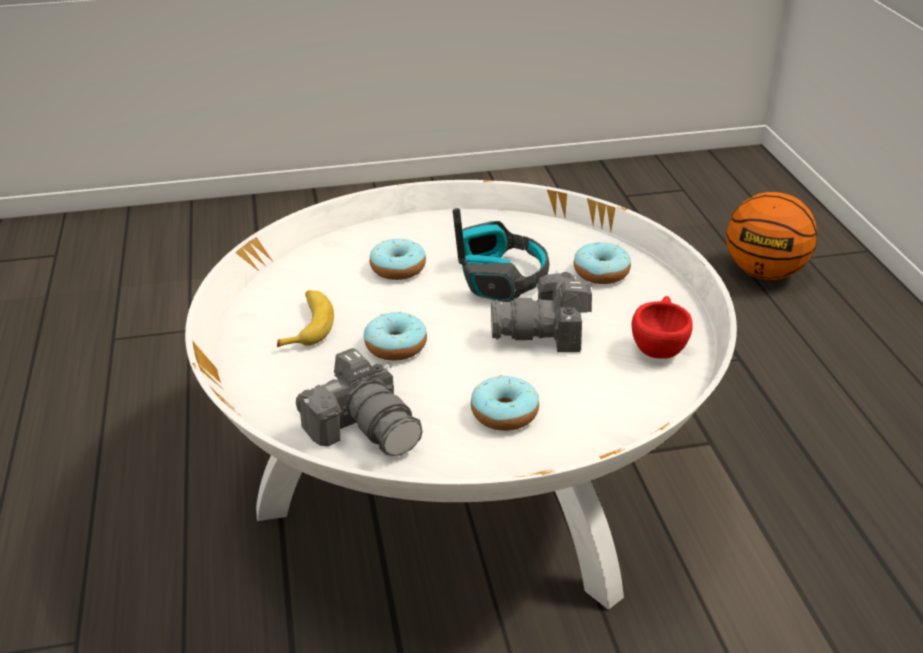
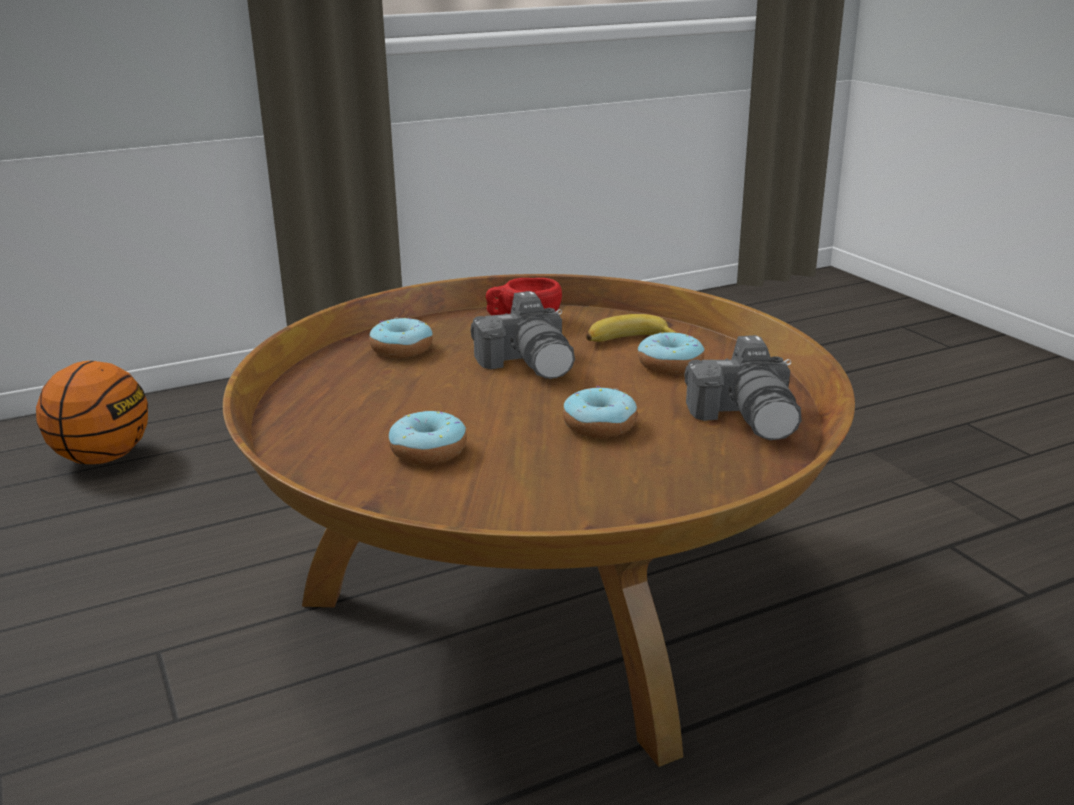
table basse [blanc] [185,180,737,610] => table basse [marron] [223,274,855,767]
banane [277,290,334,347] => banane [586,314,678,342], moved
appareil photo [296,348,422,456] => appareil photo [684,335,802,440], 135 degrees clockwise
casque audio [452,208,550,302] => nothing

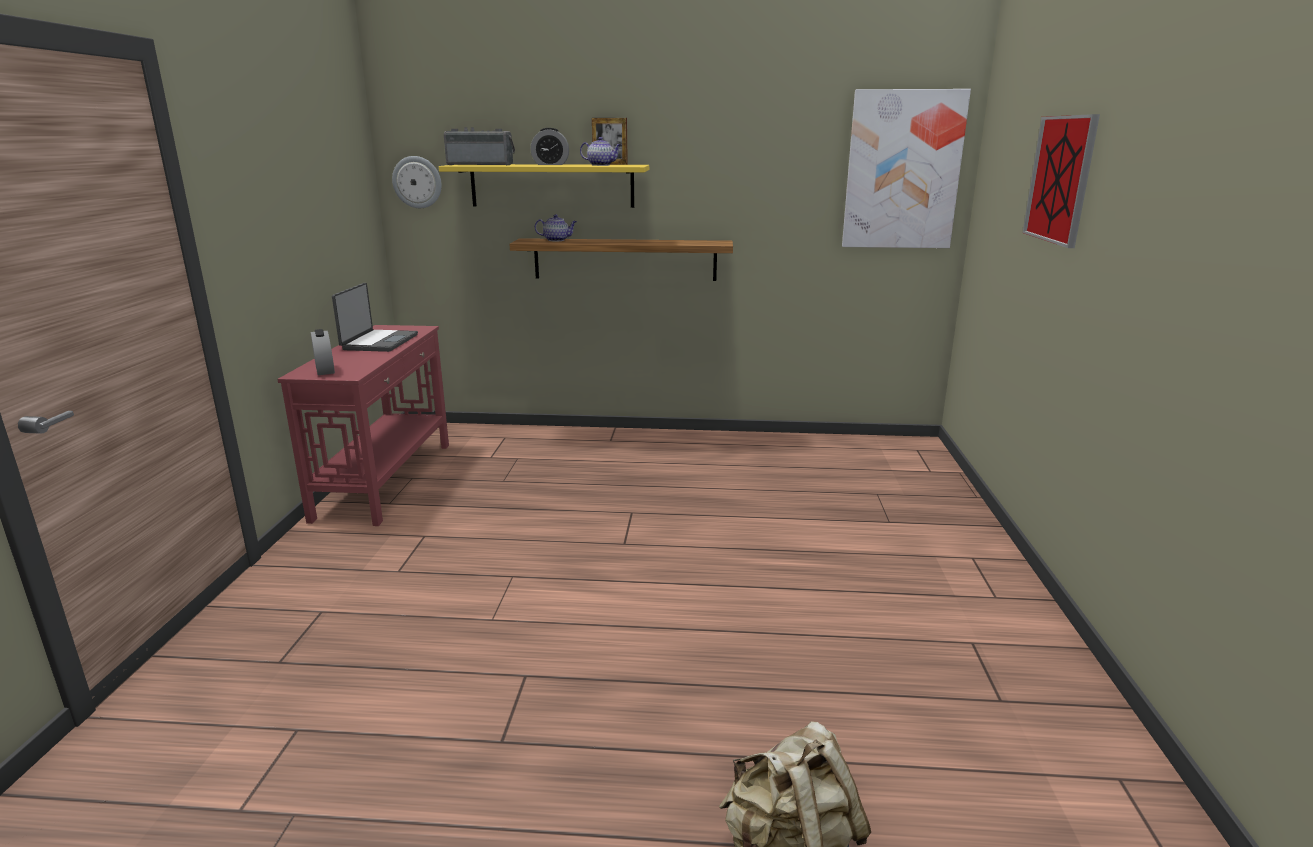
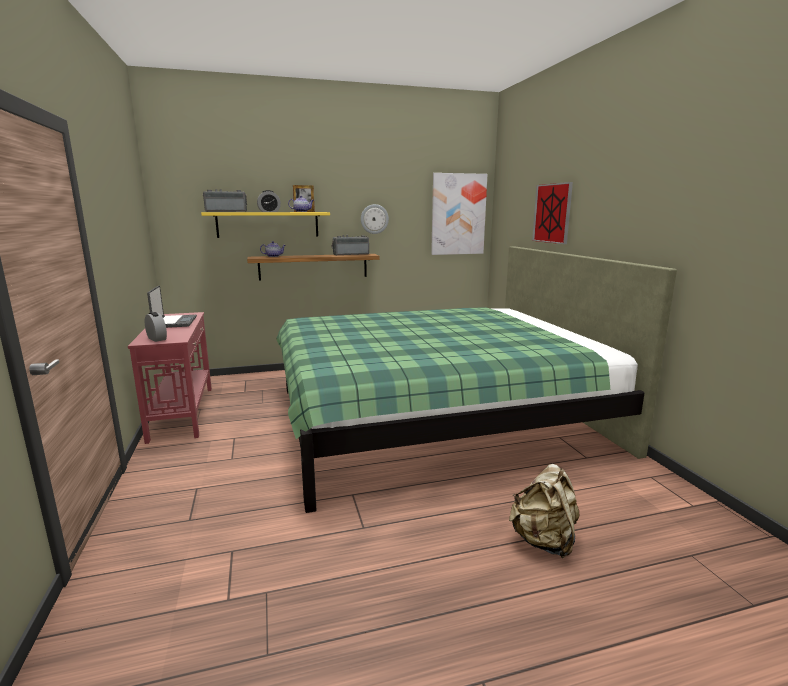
horloge murale [392,156,442,208] => horloge murale [361,204,389,234], moved
nothing => lit [vert] [277,246,677,513]
nothing => radio [331,235,369,256]

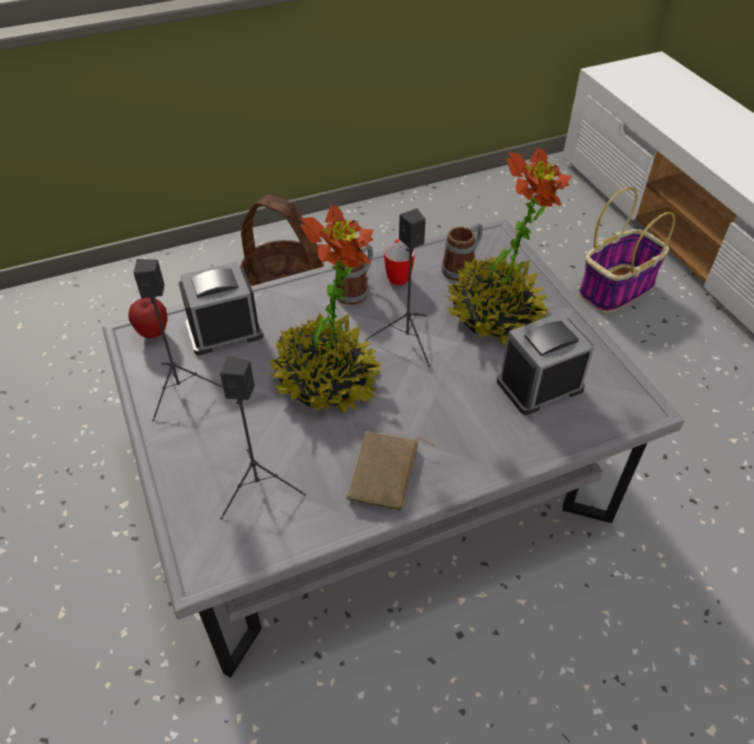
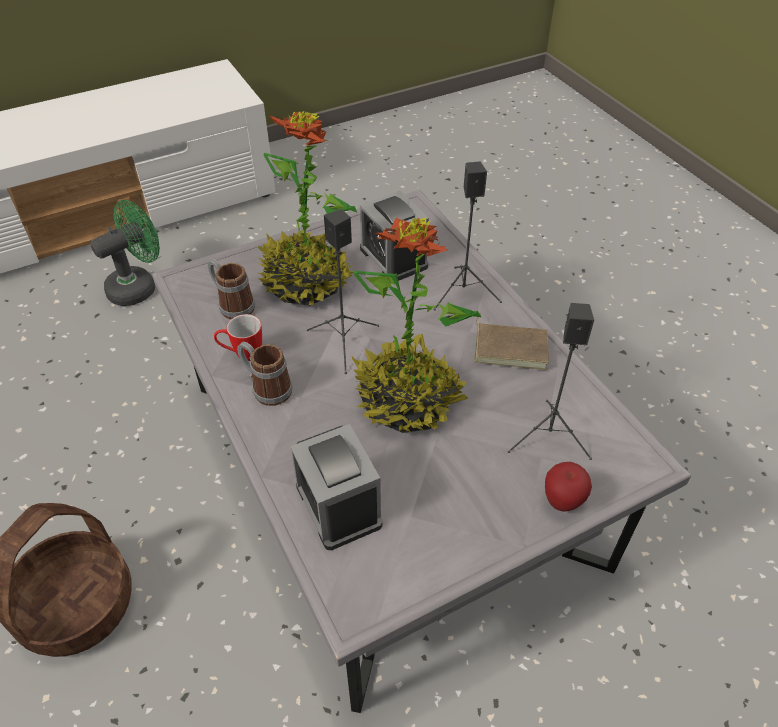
pomme [128,298,168,339] => pomme [545,462,592,512], moved
enceinte [noir] [134,259,223,422] => enceinte [noir] [434,161,502,310], moved
panier [579,187,675,313] => ventilateur [vert] [91,200,160,306]

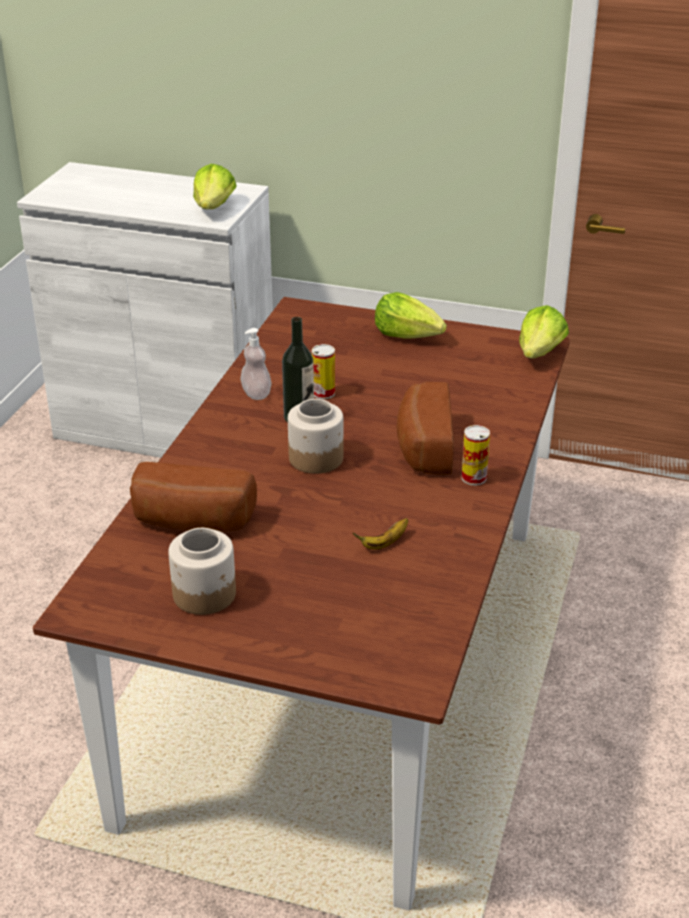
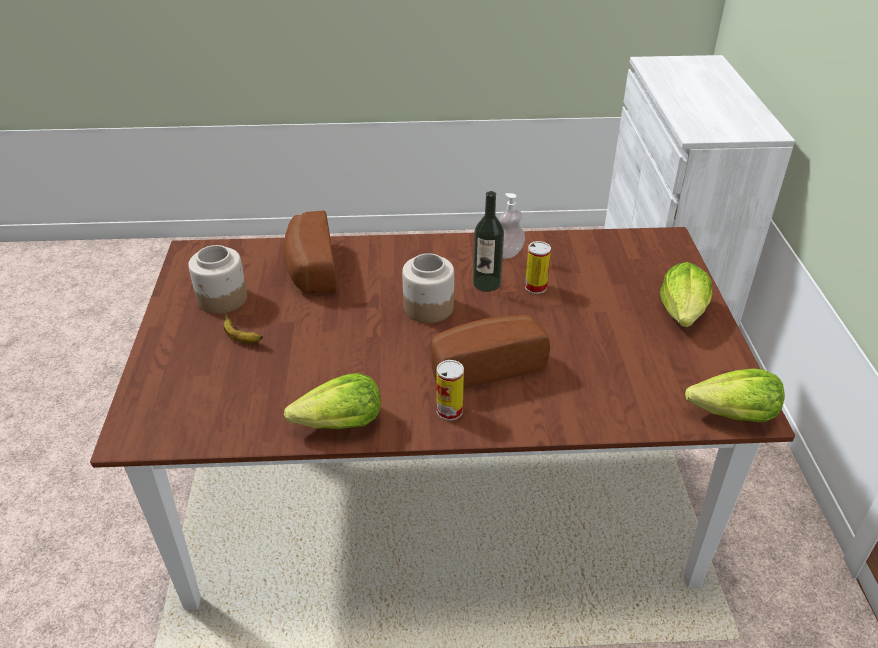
laitue [193,164,237,209] => laitue [284,373,381,429], moved
banane [353,518,408,549] => banane [223,310,263,343], moved

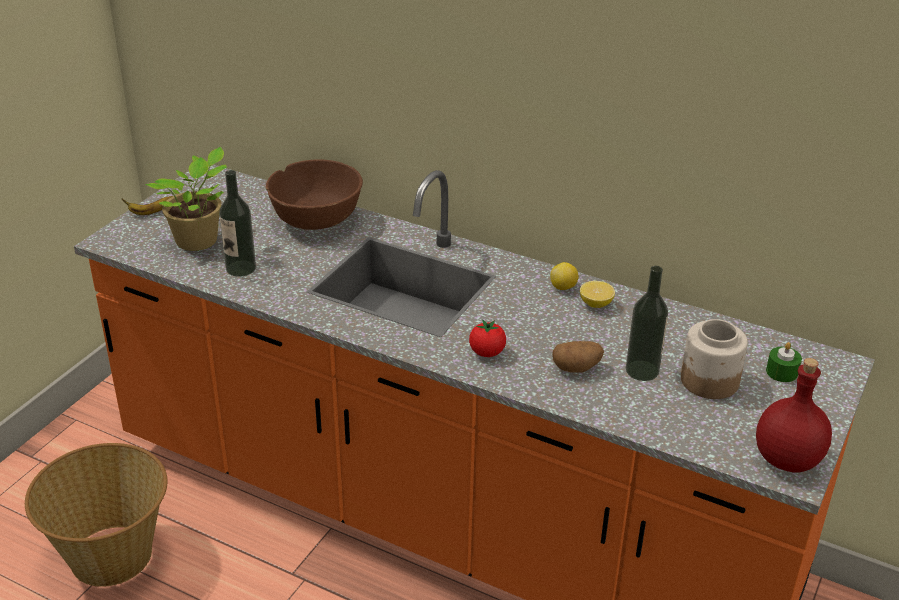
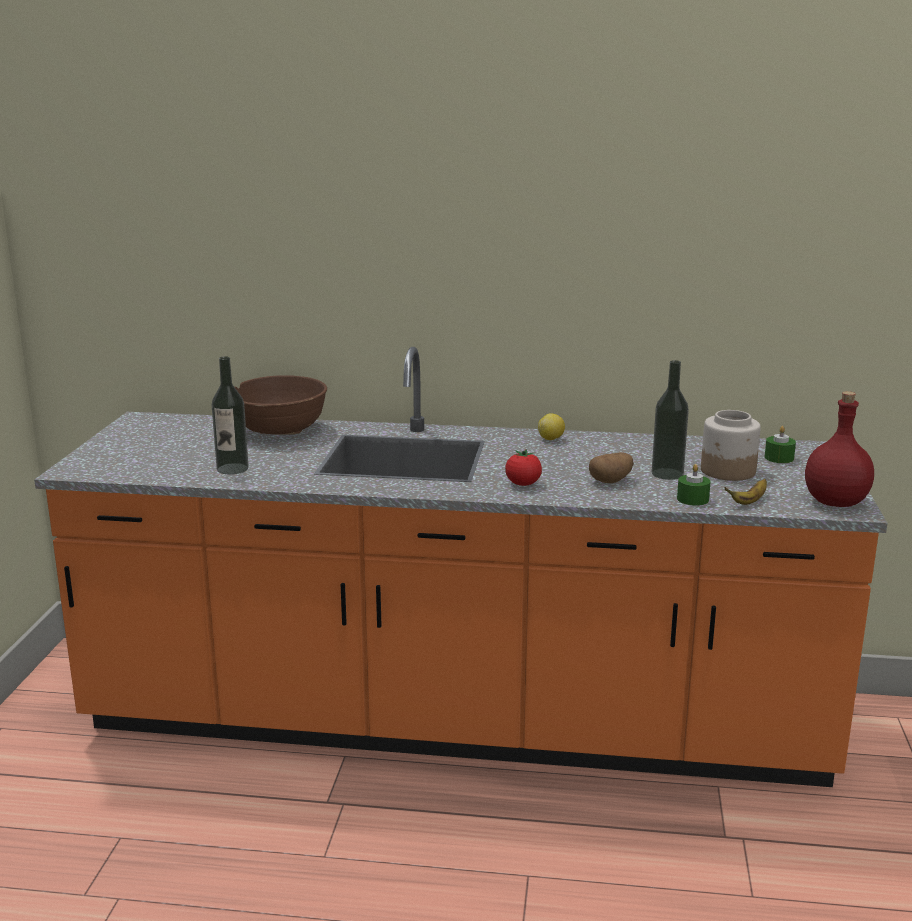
panier [25,443,167,587] => nothing
banane [122,196,173,215] => banane [724,479,767,505], moved
plante en pot [145,147,227,251] => nothing
citron [580,281,615,308] => nothing
nothing => bougie [vert] [677,464,711,506]

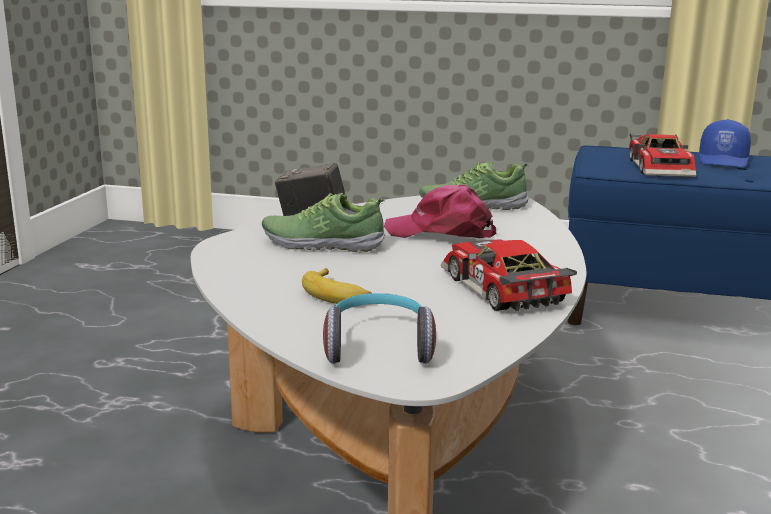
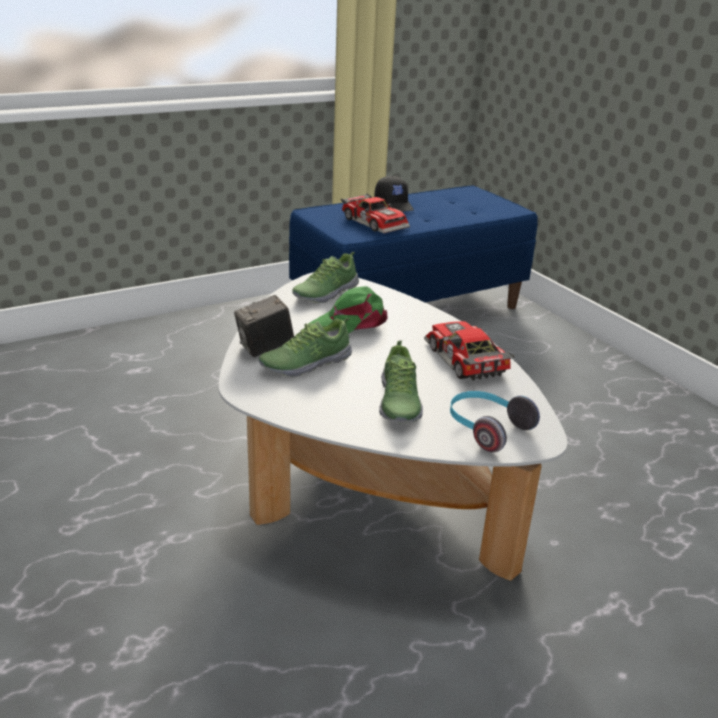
banane [302,268,372,304] => chaussure [379,340,423,423]
casquette [rose] [384,184,496,238] => casquette [vert] [308,286,388,334]
petite voiture [441,239,577,311] => petite voiture [424,321,515,380], 45 degrees clockwise
casquette [bleu] [699,119,751,168] => casquette [noir] [374,176,414,212]

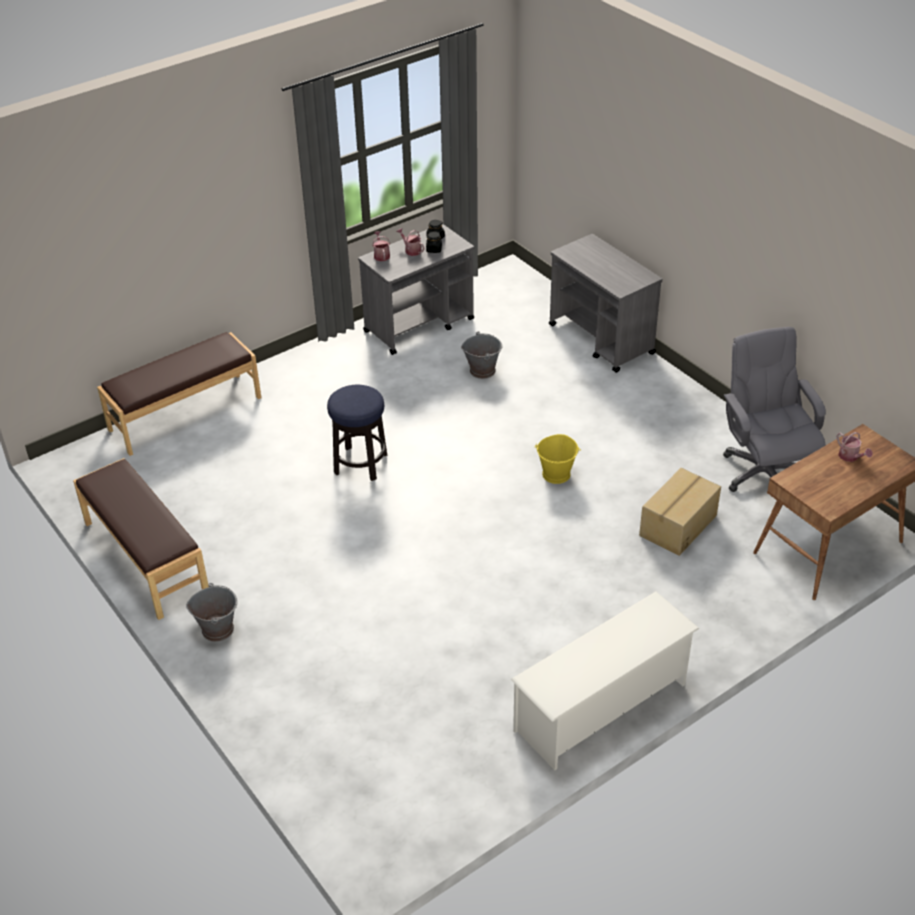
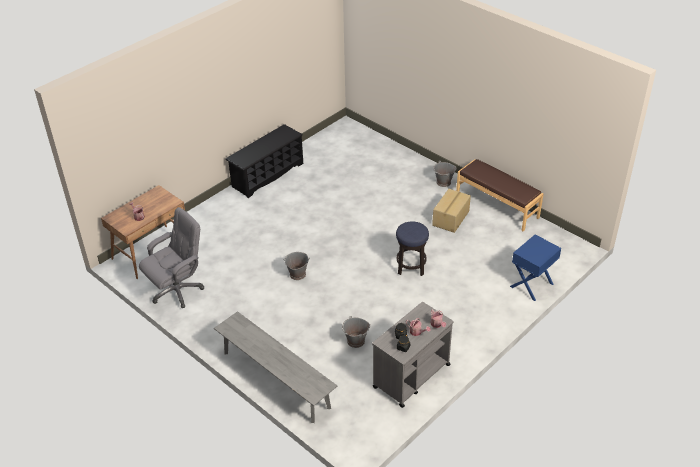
banc [marron] [97,332,261,456] => table de chevet [bleu] [510,234,561,301]
étagère à chaussures [blanc] [511,592,699,770] => étagère à chaussures [noir] [225,124,303,198]
seau [jaune] [535,434,581,484] => seau [gris] [283,252,310,280]
chariot [gris] [549,234,662,373] => banc [gris] [214,311,337,423]
carton [639,468,721,556] => carton [432,189,471,233], moved
chaise de bureau [gris] [723,327,826,492] => chaise de bureau [gris] [139,207,204,308], 105 degrees counterclockwise

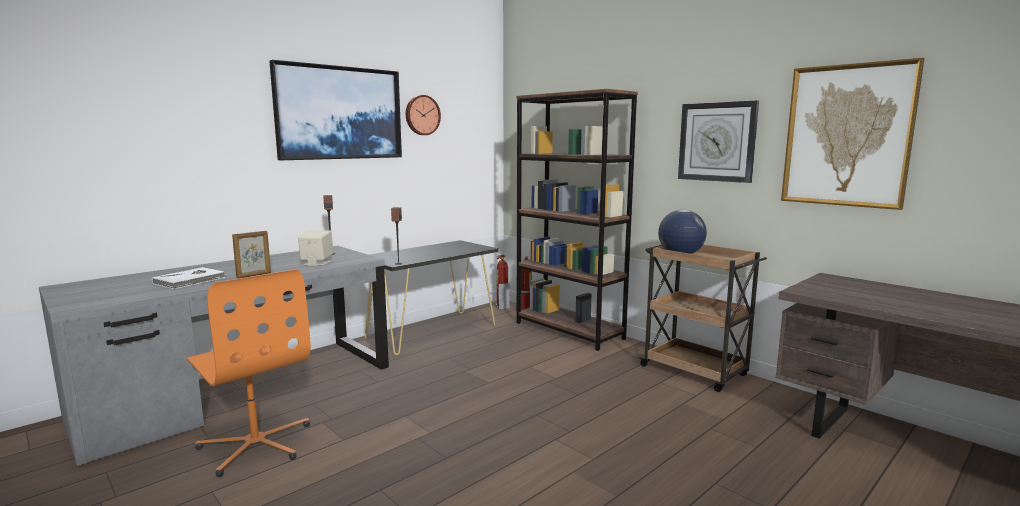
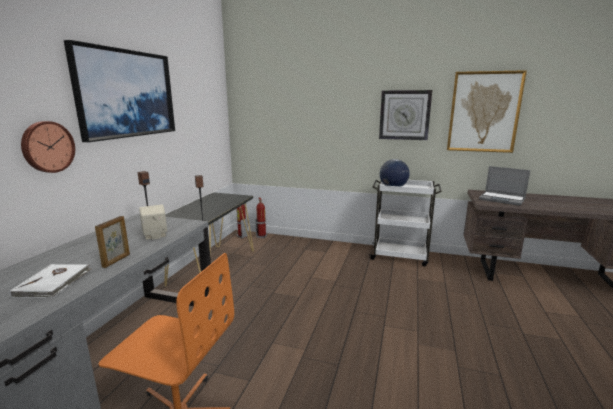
horloge murale [406,95,441,135] => horloge murale [21,121,75,173], moved
bibliothèque [marron] [516,89,638,351] => nothing
chariot [marron] [638,244,767,392] => chariot [blanc] [369,180,442,266]
nothing => ordinateur portable [479,166,530,206]

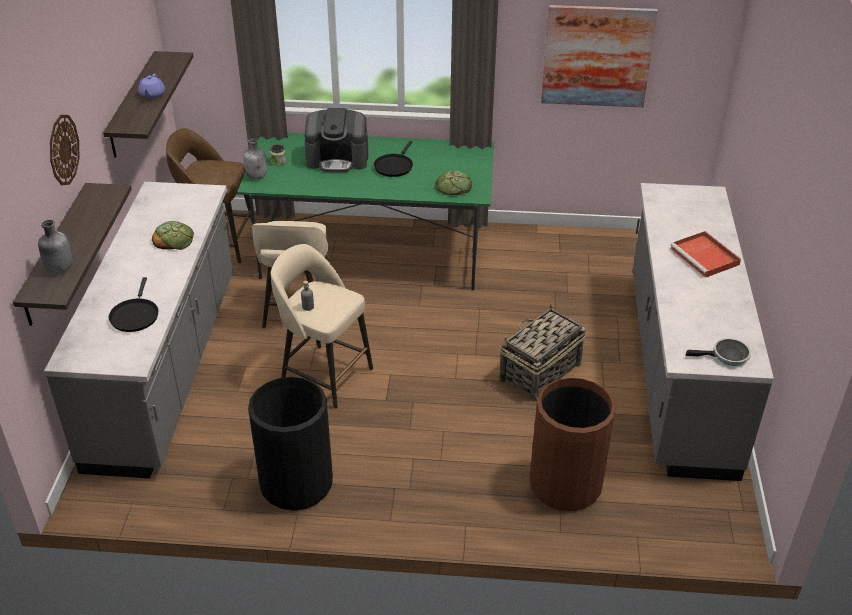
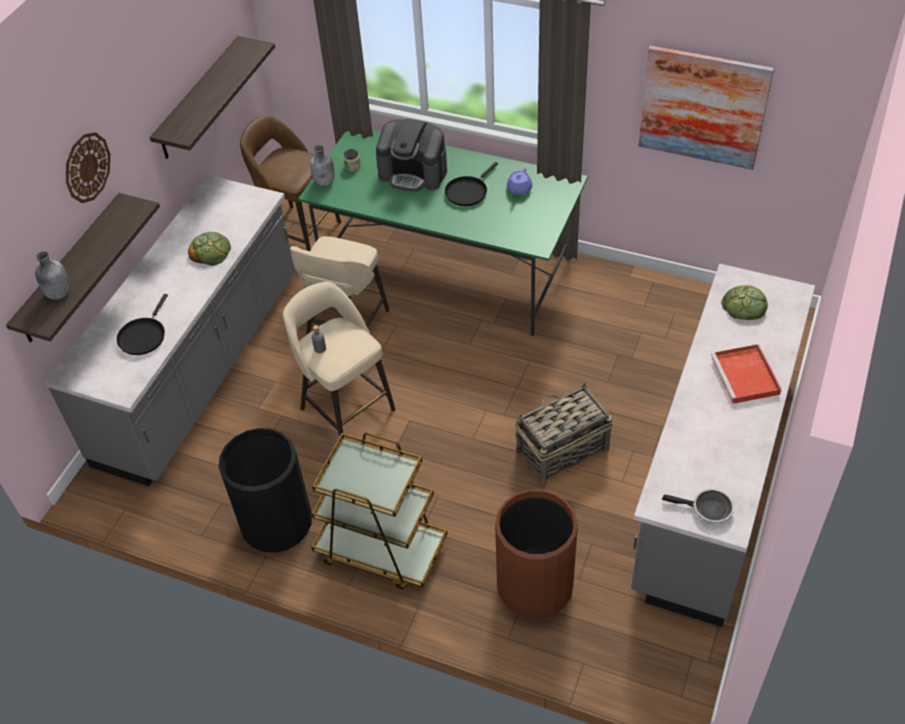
théière [violet] [138,74,165,99] => théière [violet] [507,168,532,195], moved
pain [435,171,472,195] => pain [721,286,768,320], moved
nothing => chariot [marron] [311,433,447,589]

